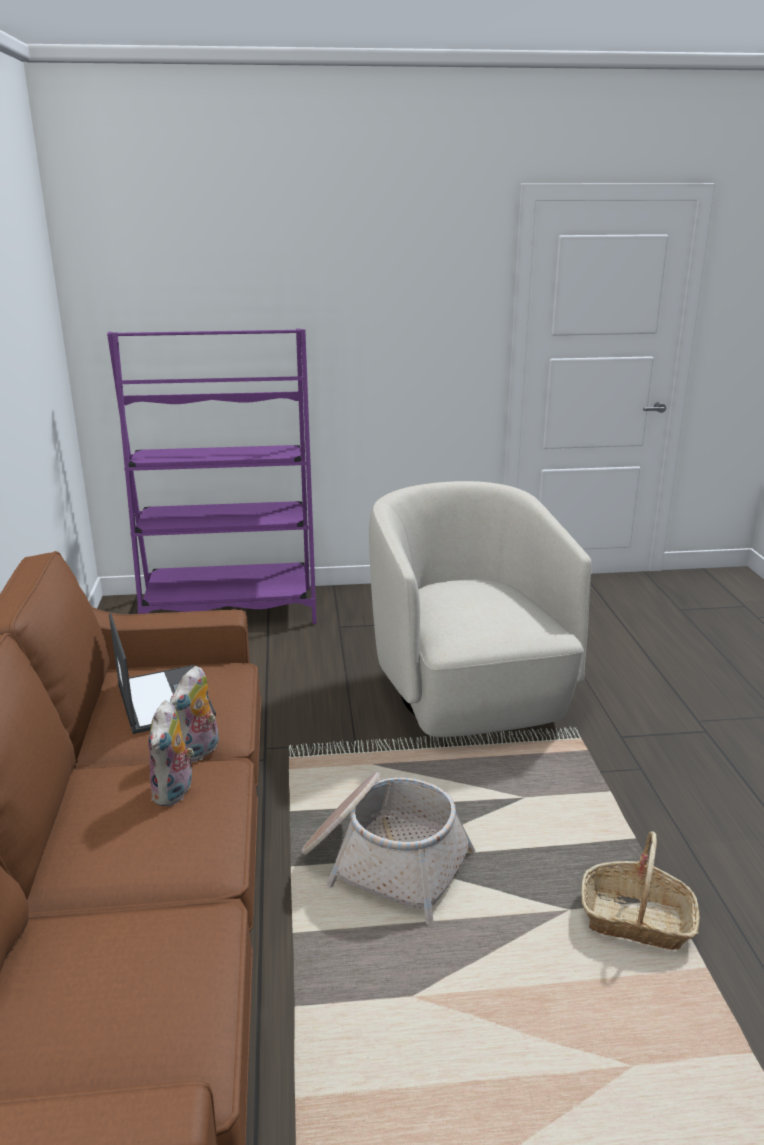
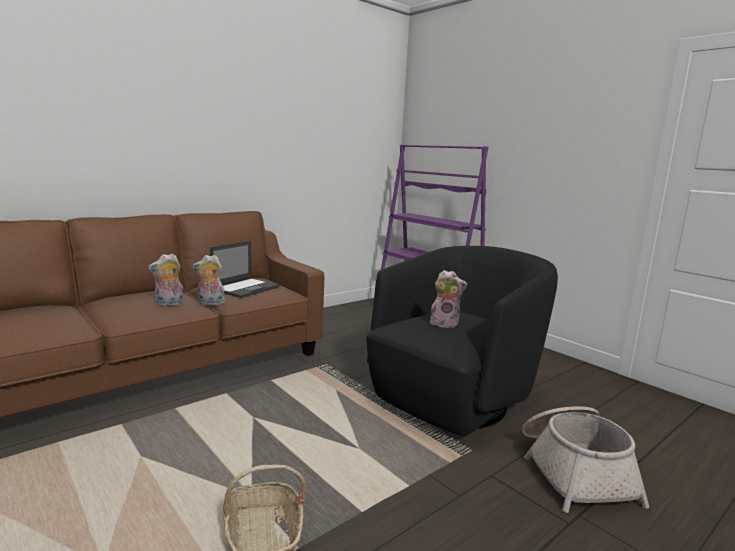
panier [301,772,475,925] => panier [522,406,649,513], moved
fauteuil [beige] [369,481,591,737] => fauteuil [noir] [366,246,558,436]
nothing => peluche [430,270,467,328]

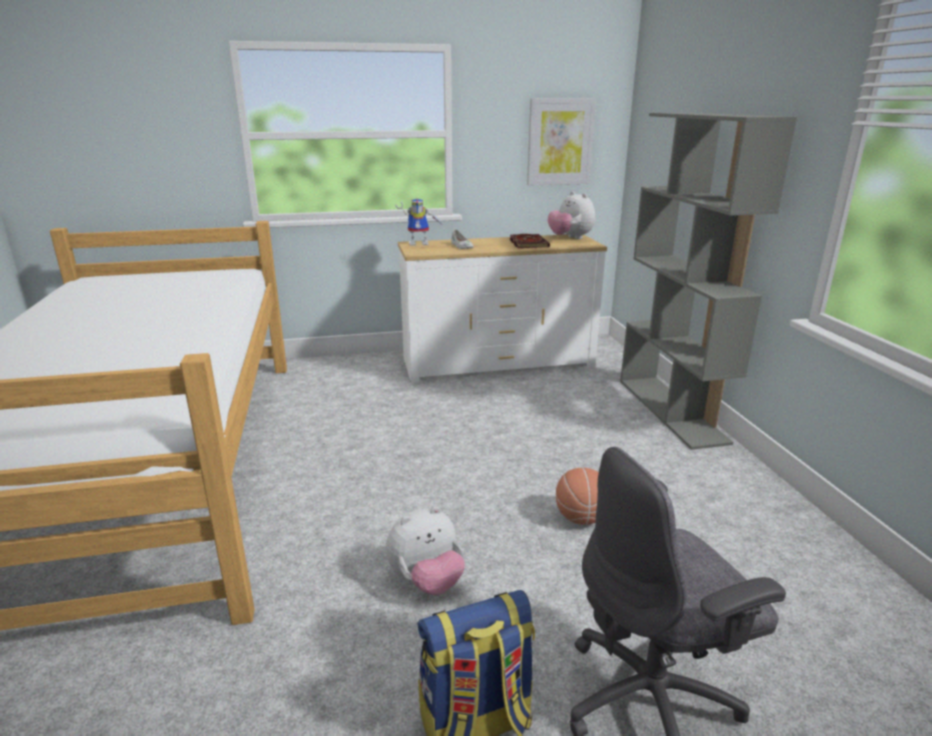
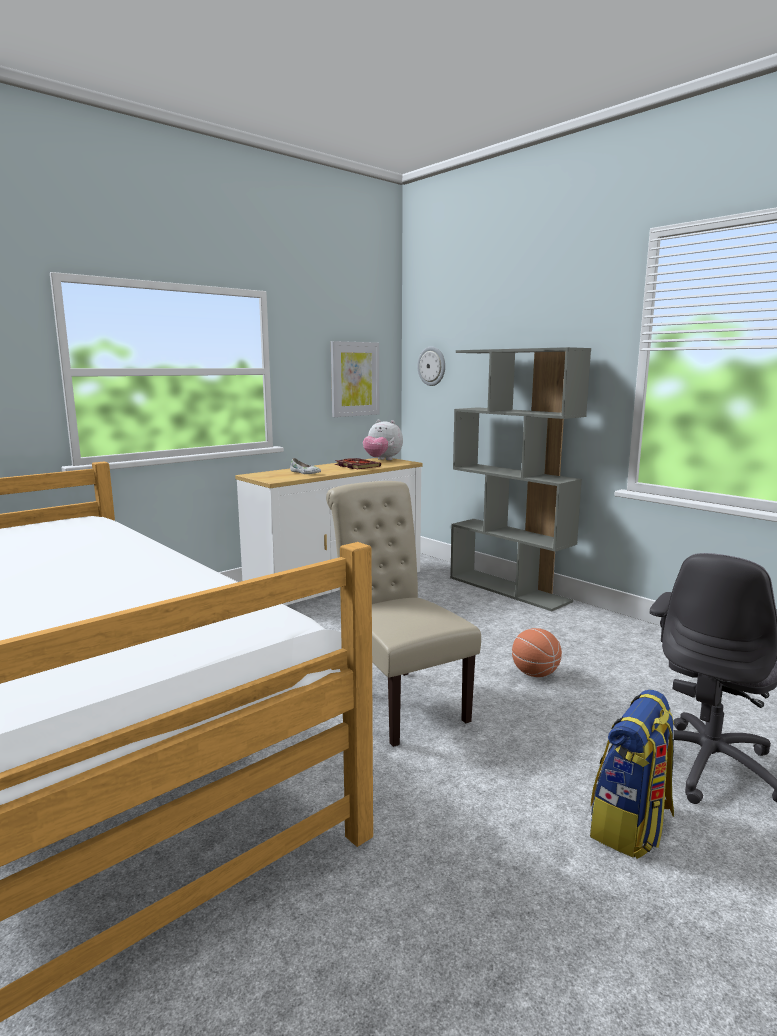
peluche [386,507,465,595] => nothing
robot jouet [395,199,443,246] => nothing
nothing => chaise [beige] [326,481,481,747]
nothing => horloge murale [417,346,445,386]

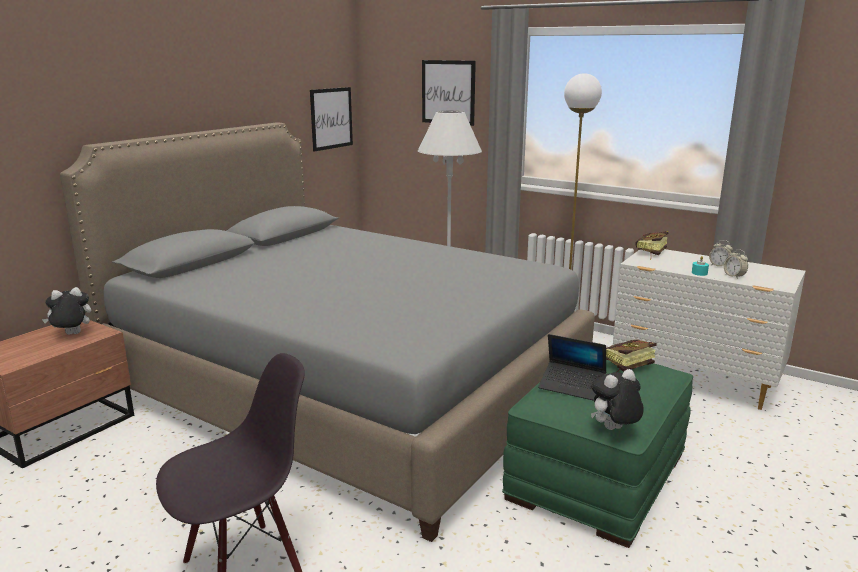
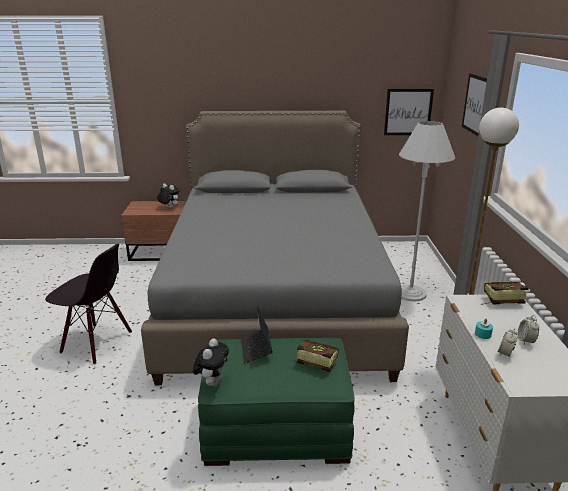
peluche [591,369,644,430] => peluche [193,339,229,386], 75 degrees clockwise

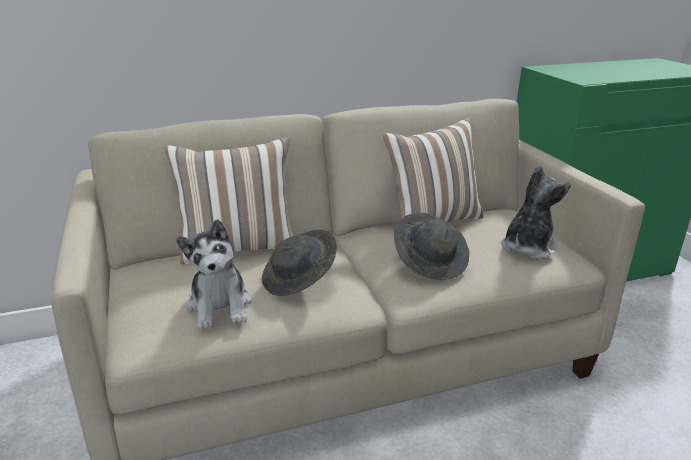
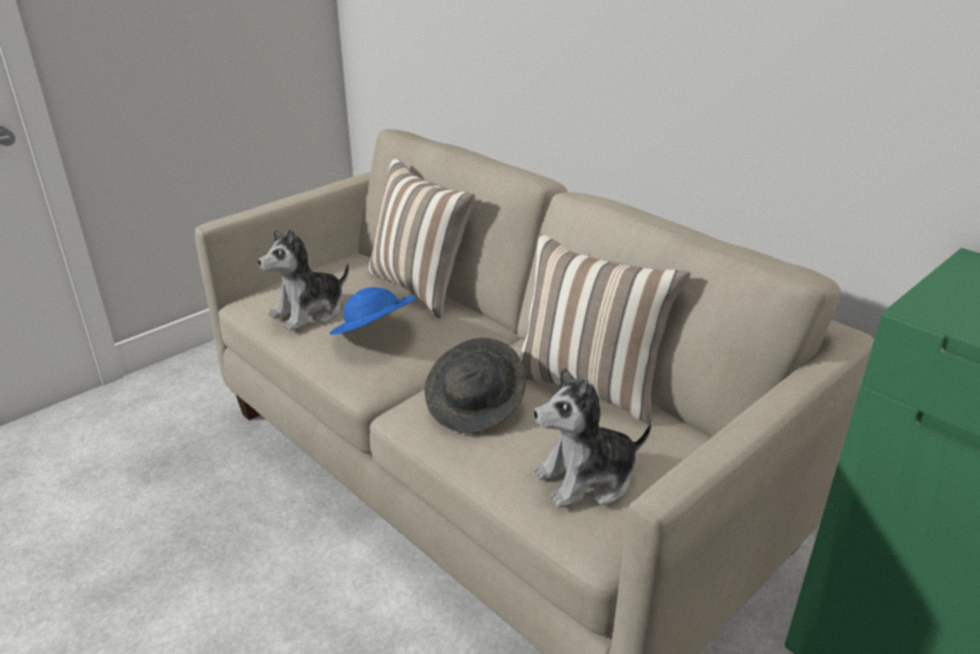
chapeau [gris] [262,230,337,296] => chapeau [bleu] [330,287,416,335]
peluche [501,165,571,259] => peluche [534,367,651,508], 150 degrees clockwise

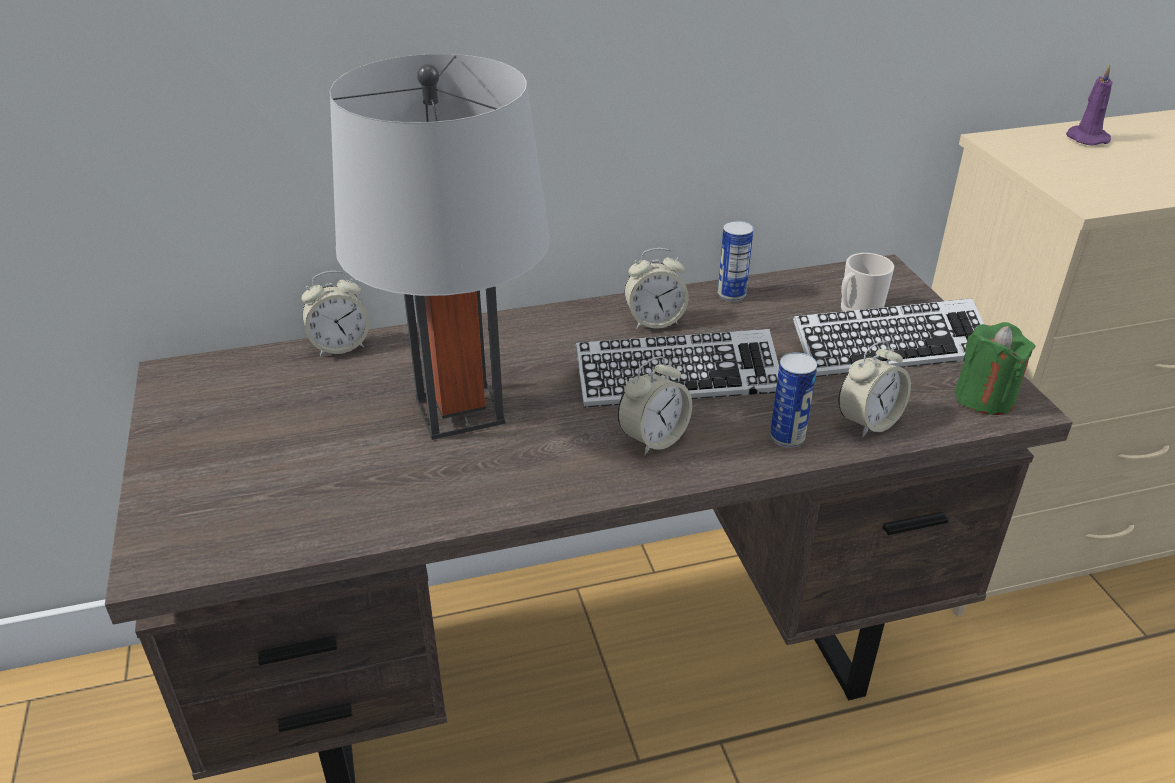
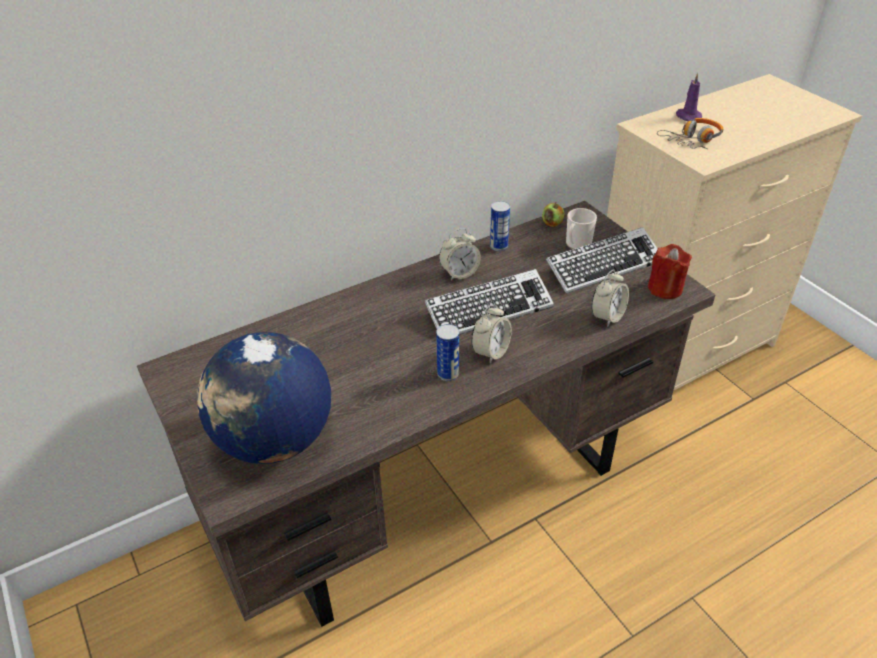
réveil [301,271,369,357] => nothing
lampe de table [gris] [330,54,550,440] => nothing
boîte métallique [770,352,817,448] => boîte métallique [436,324,459,381], moved
bougie [vert] [955,322,1035,415] => bougie [rouge] [648,244,692,299]
nothing => globe [197,332,331,464]
nothing => pomme [542,203,564,227]
nothing => casque audio [657,118,723,149]

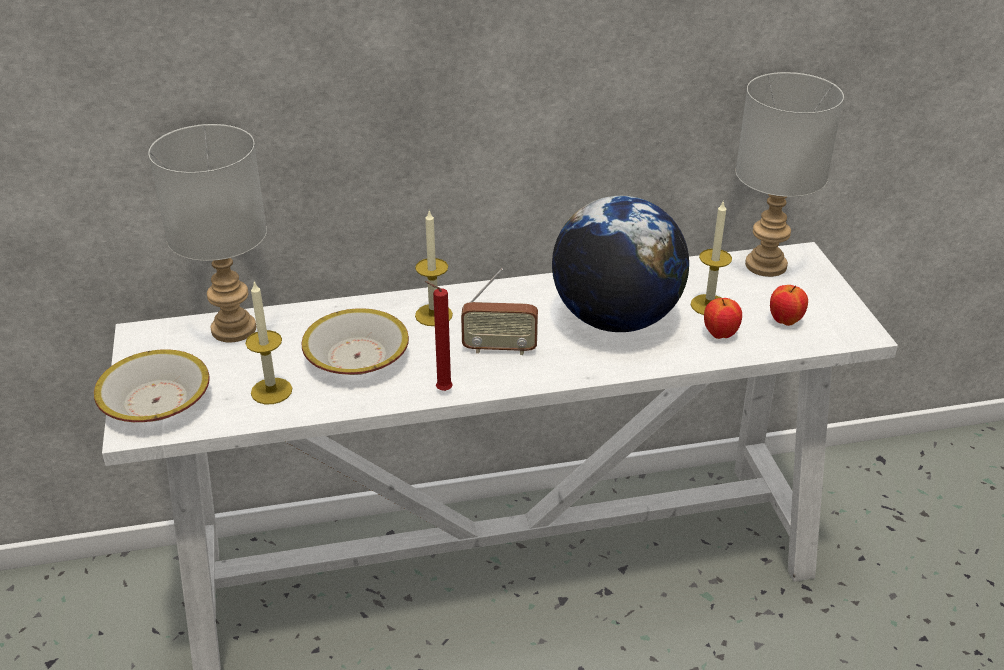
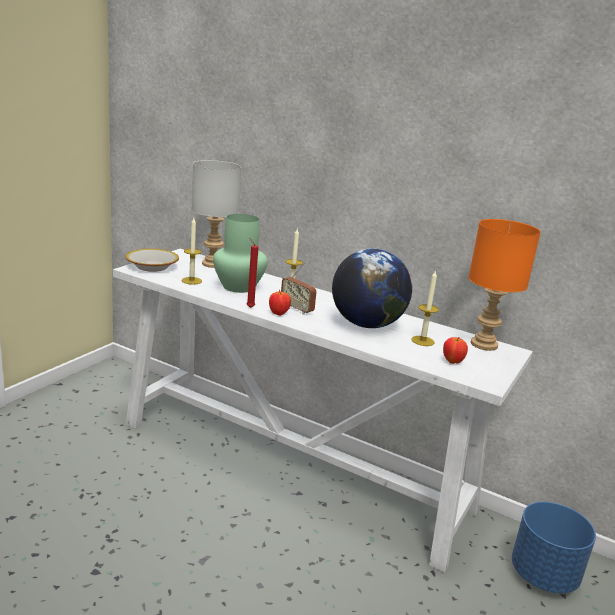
bol [302,308,409,375] => vase [vert] [213,214,268,293]
pomme [704,298,742,339] => pomme [269,290,291,316], moved
lampe de table [gris] [736,72,844,277] => lampe de table [orange] [469,219,541,351]
nothing => cache-pot [bleu] [512,502,596,594]

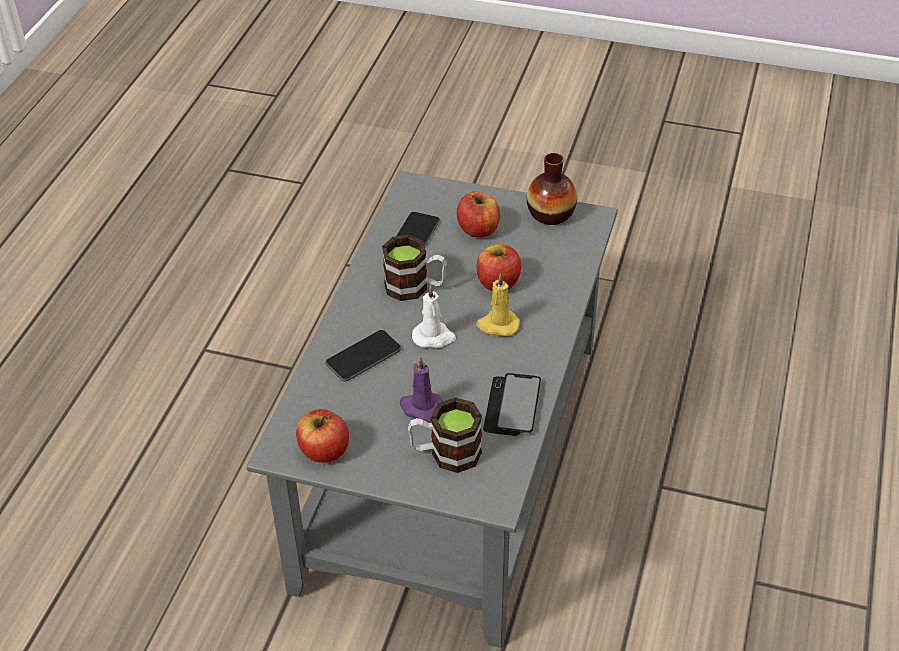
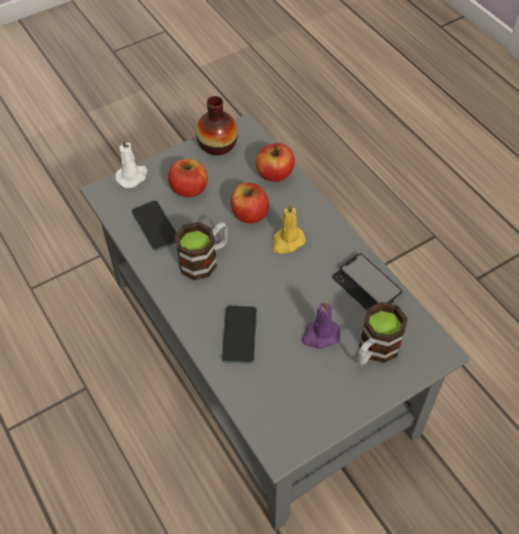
pomme [296,409,349,463] => pomme [256,143,295,182], moved
bougie [blanc] [412,285,456,348] => bougie [blanc] [116,137,147,188], moved

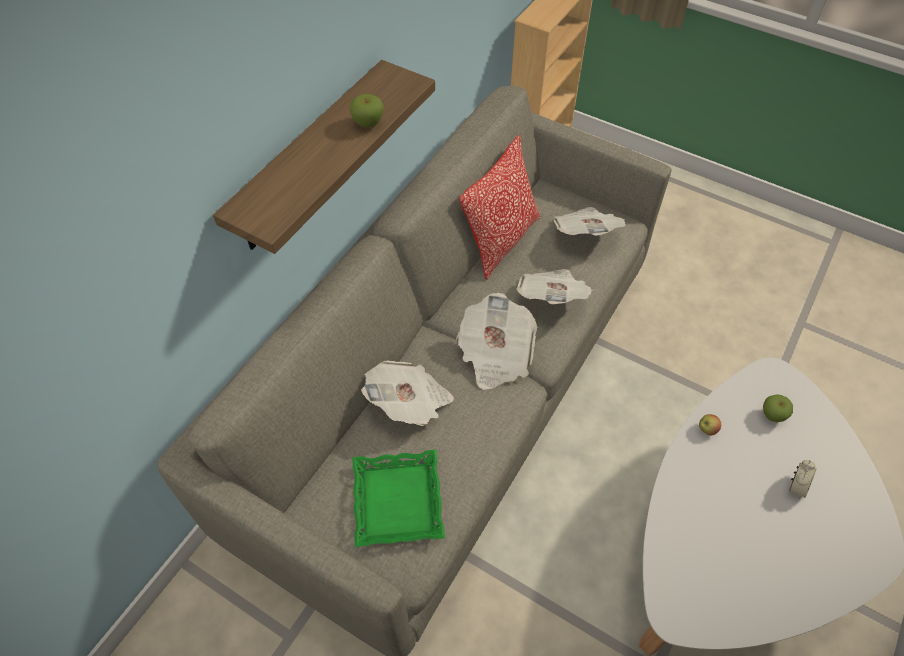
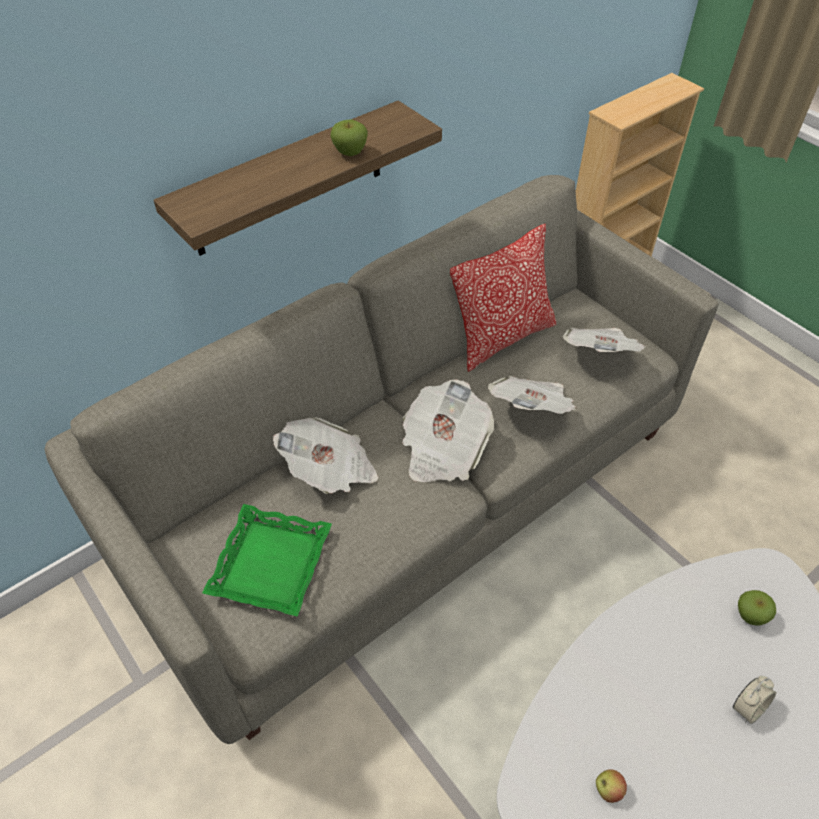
pomme [699,414,721,436] => pomme [596,769,627,803], moved

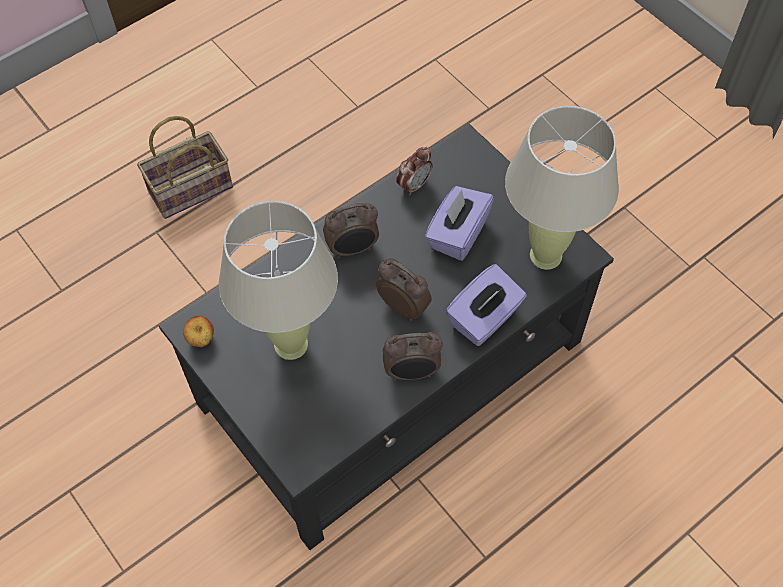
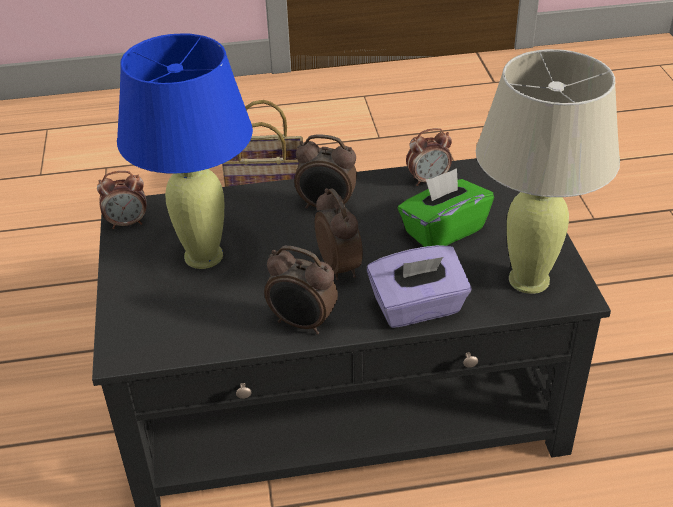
pomme [183,316,214,347] => réveil [97,171,146,229]
lampe de table [beige] [219,201,338,360] => lampe de table [bleu] [117,33,253,269]
boîte à mouchoirs [violet] [425,186,494,261] => boîte à mouchoirs [vert] [398,168,494,247]

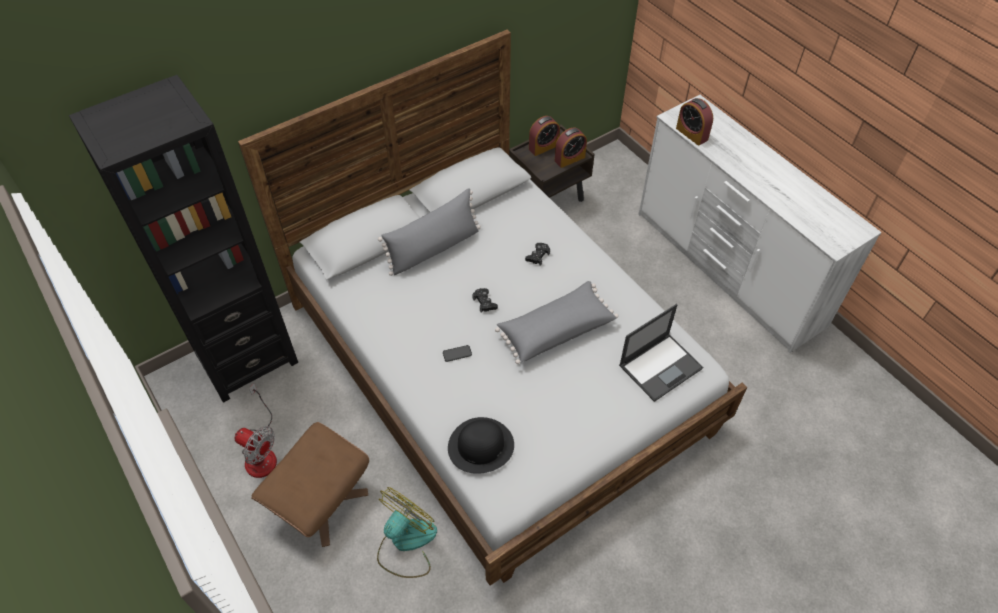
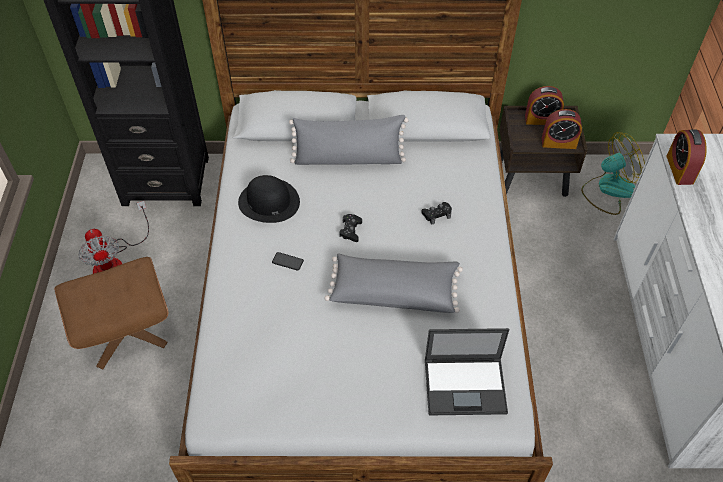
ventilateur [377,487,437,578] => ventilateur [581,132,645,215], moved
chapeau [noir] [448,417,514,474] => chapeau [noir] [238,175,300,223], moved

